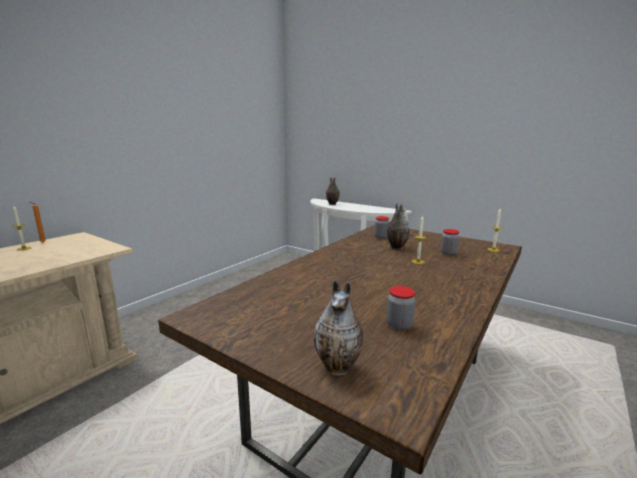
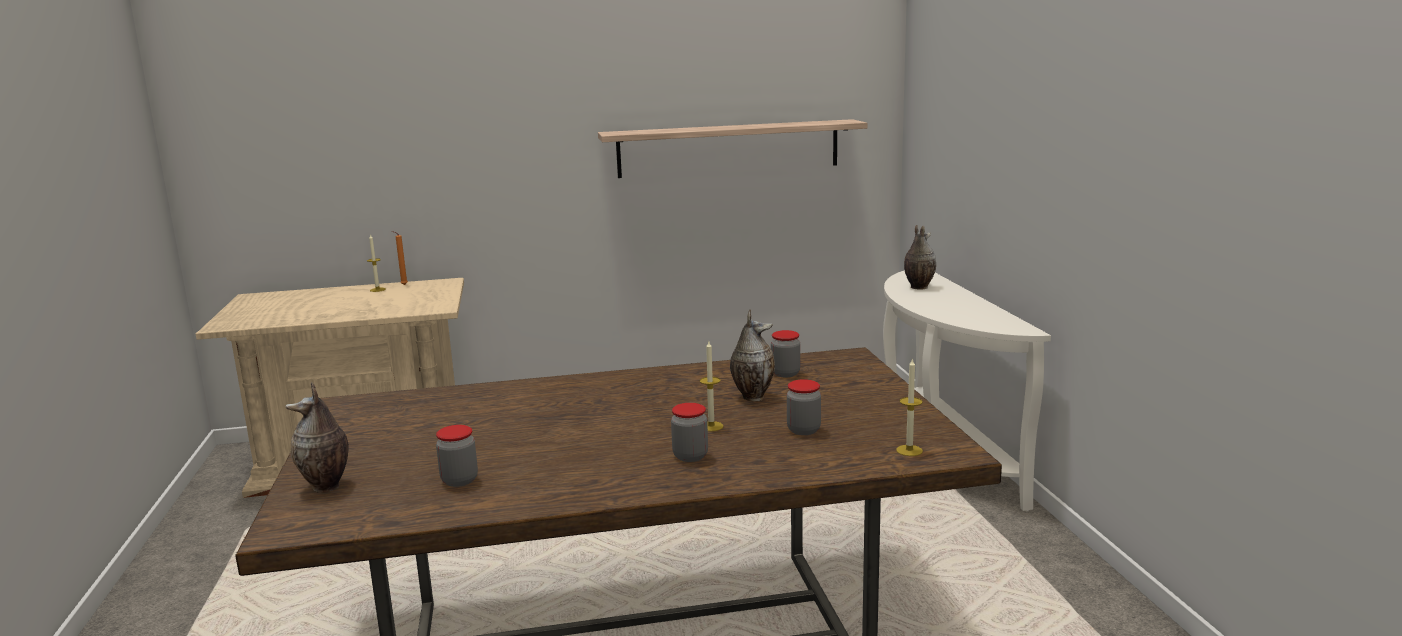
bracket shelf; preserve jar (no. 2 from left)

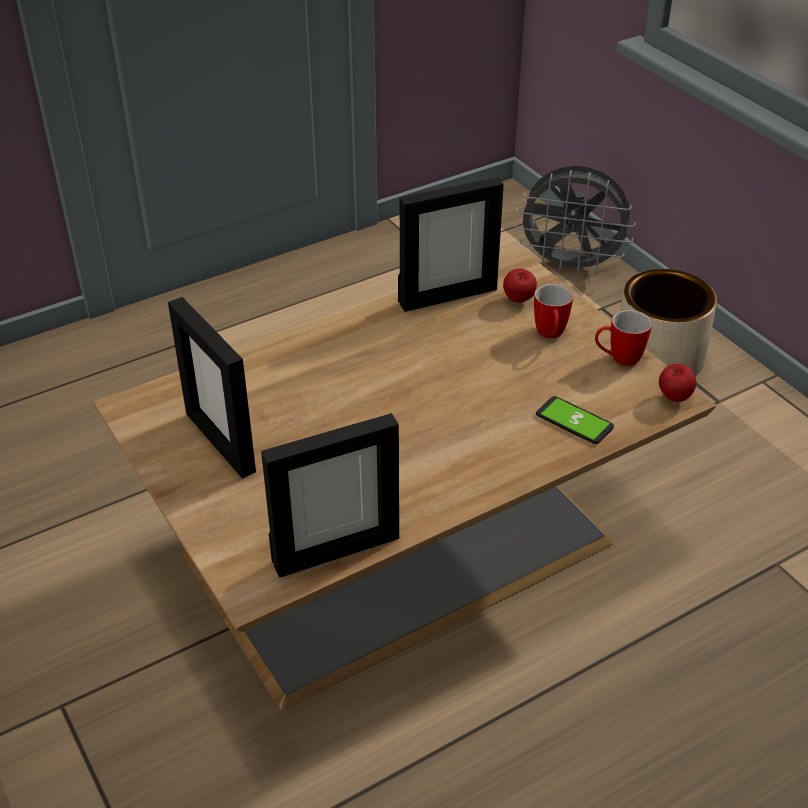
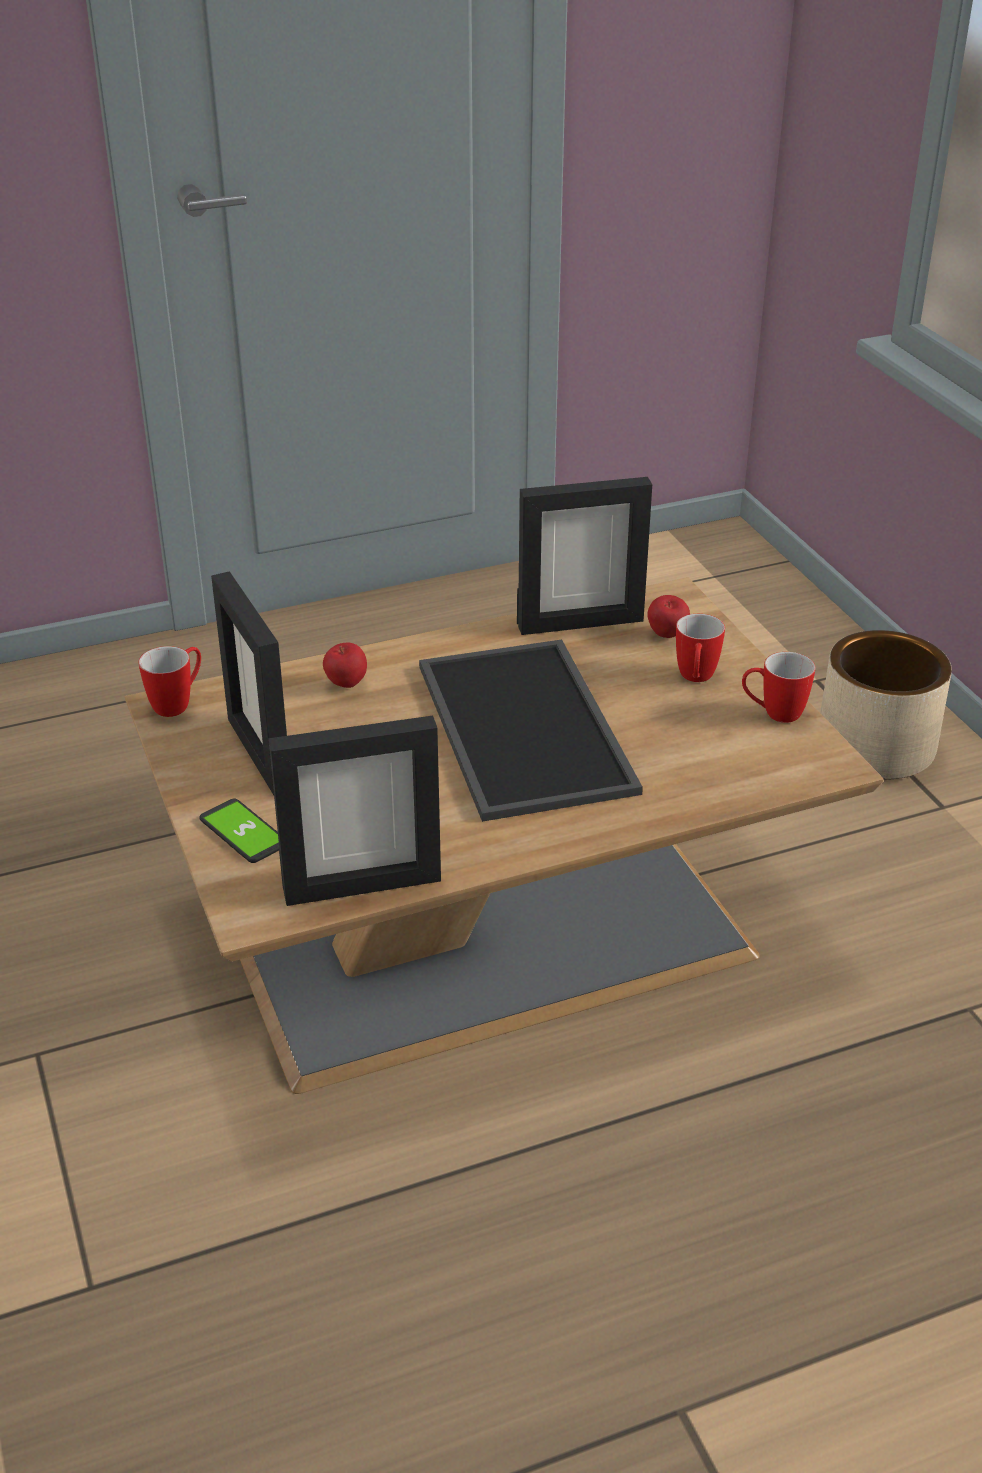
mug (no. 1 from left); telephone; apple (no. 1 from left); serving tray; electric fan in gray

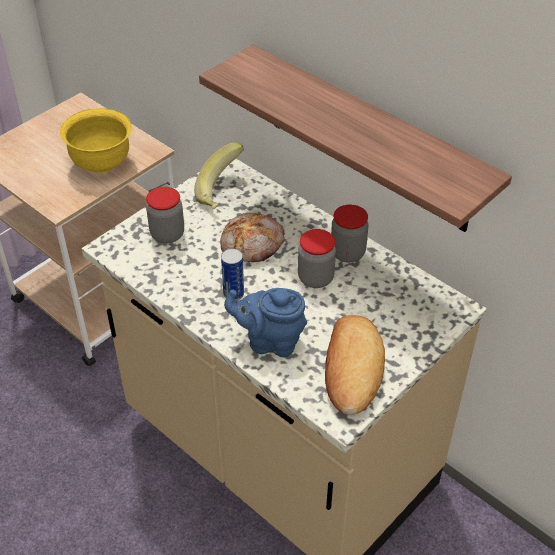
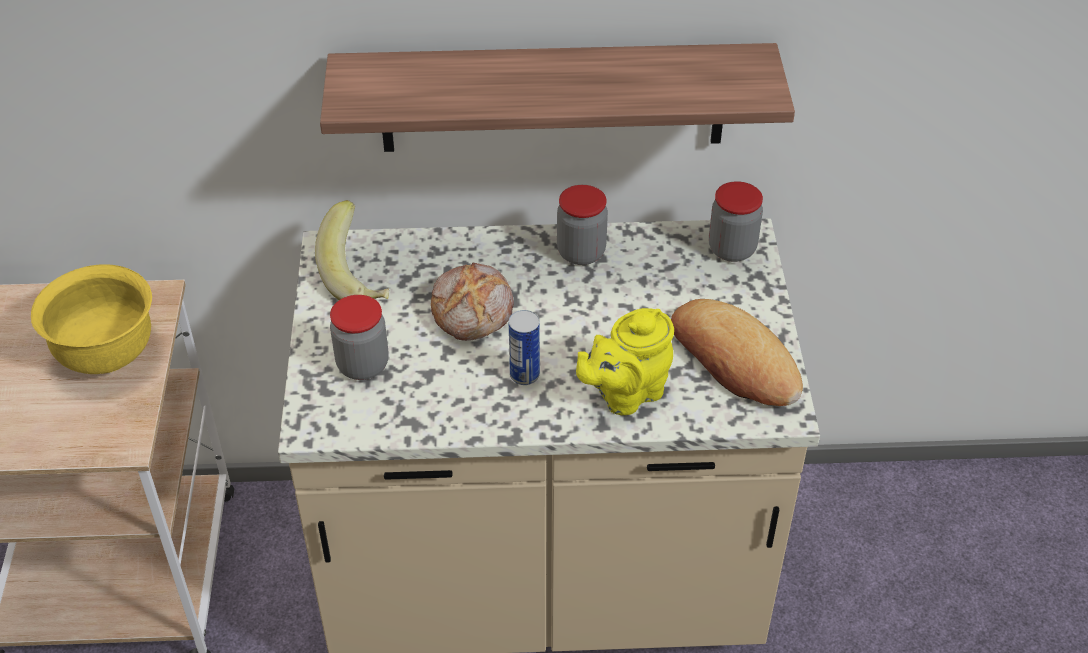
pot for tea in yellowish; preserve jar (no. 3 from left)

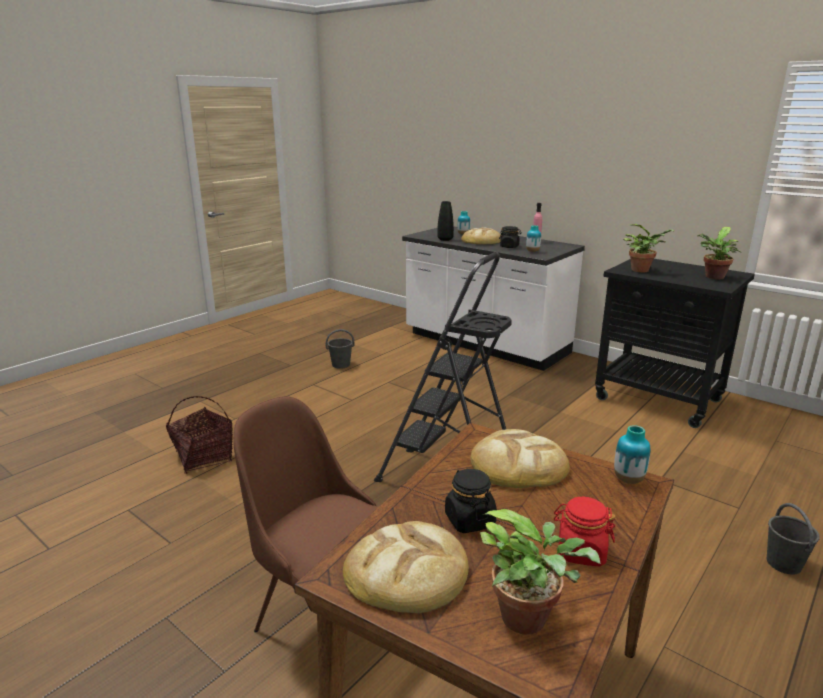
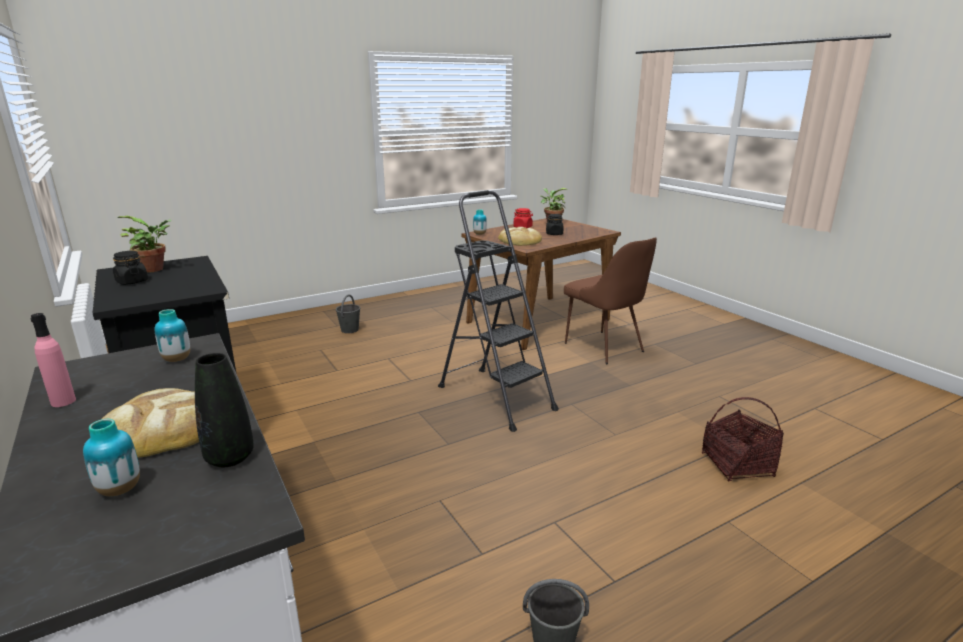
preserve jar in black (no. 1 from left); baked bread (no. 1 from left in the first image); plant in a pot (no. 2 from left in the first image)

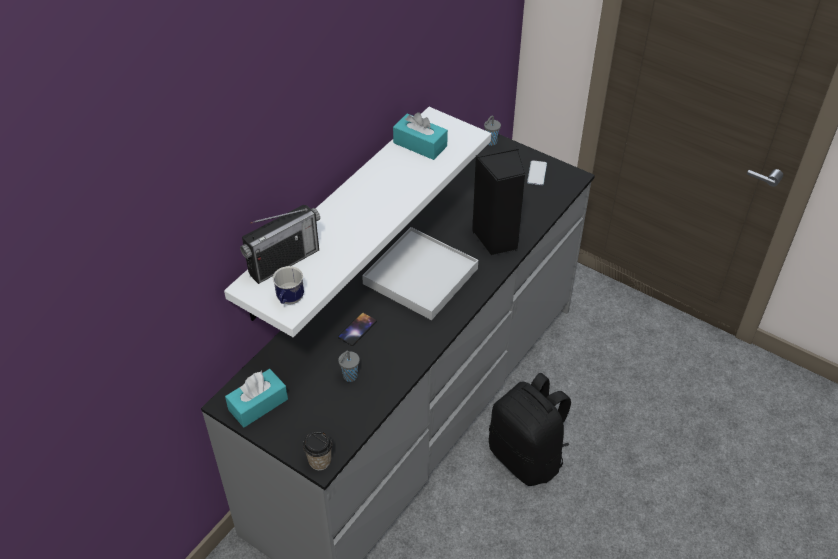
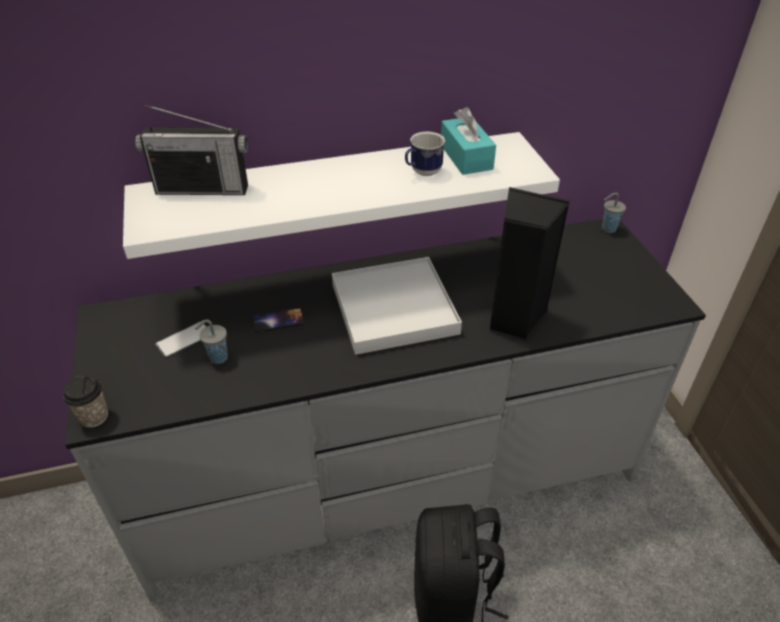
telephone (no. 1 from left); mug; box of tissues in turquoise-coloured (no. 1 from left in the first image)

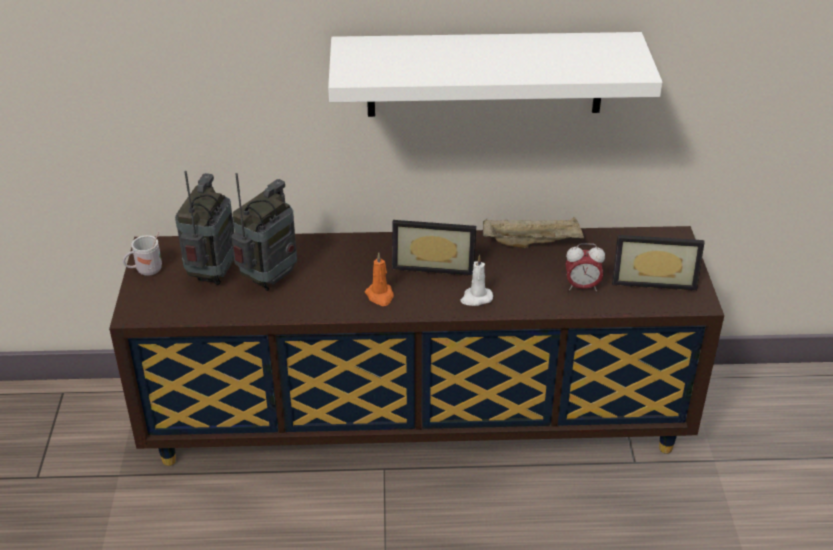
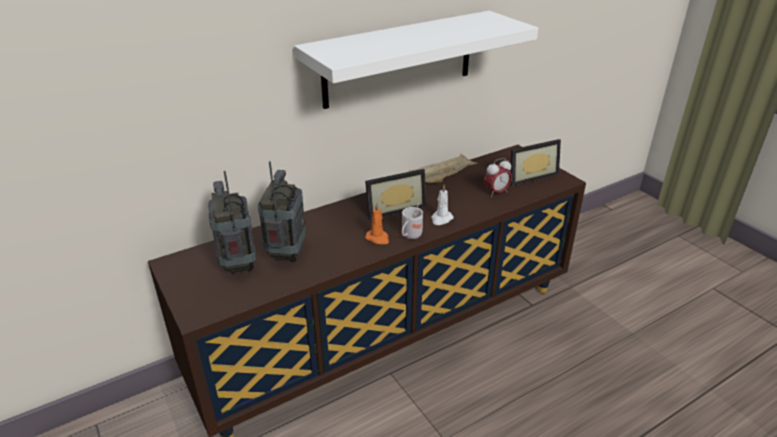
mug in whitish

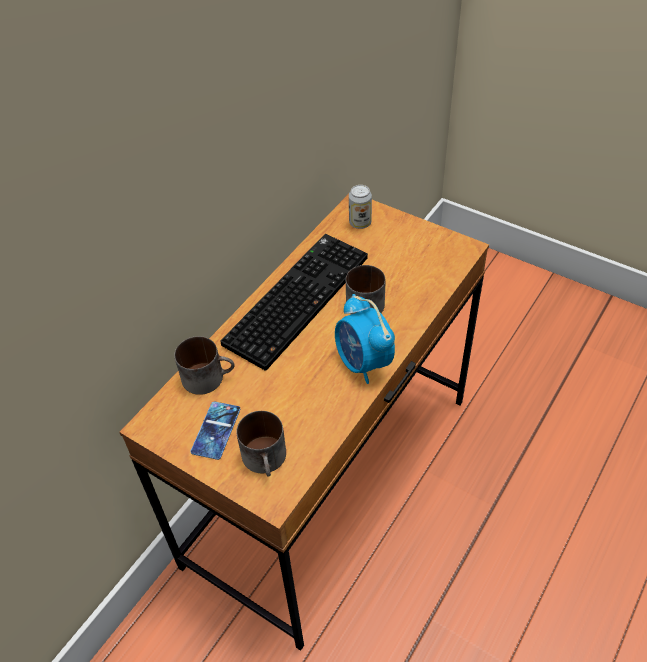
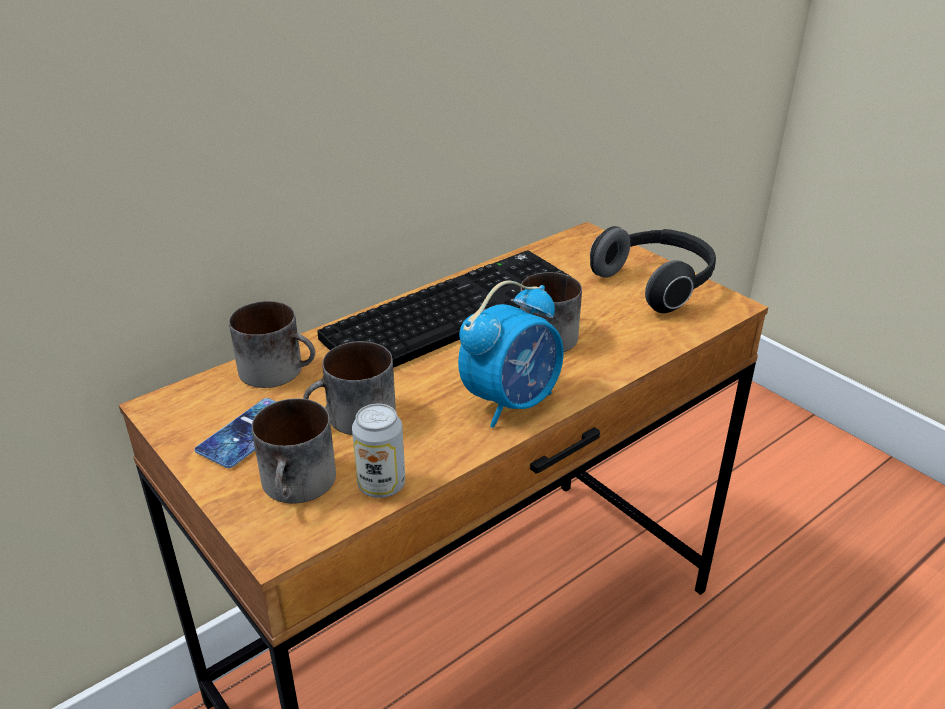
mug (no. 3 from left); sealed can; table clock; headphones

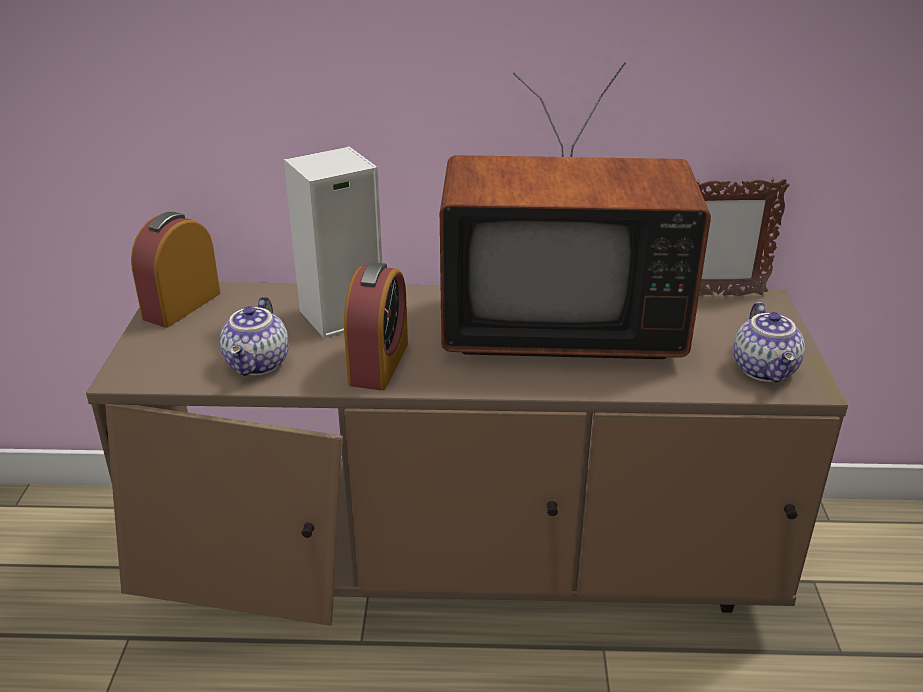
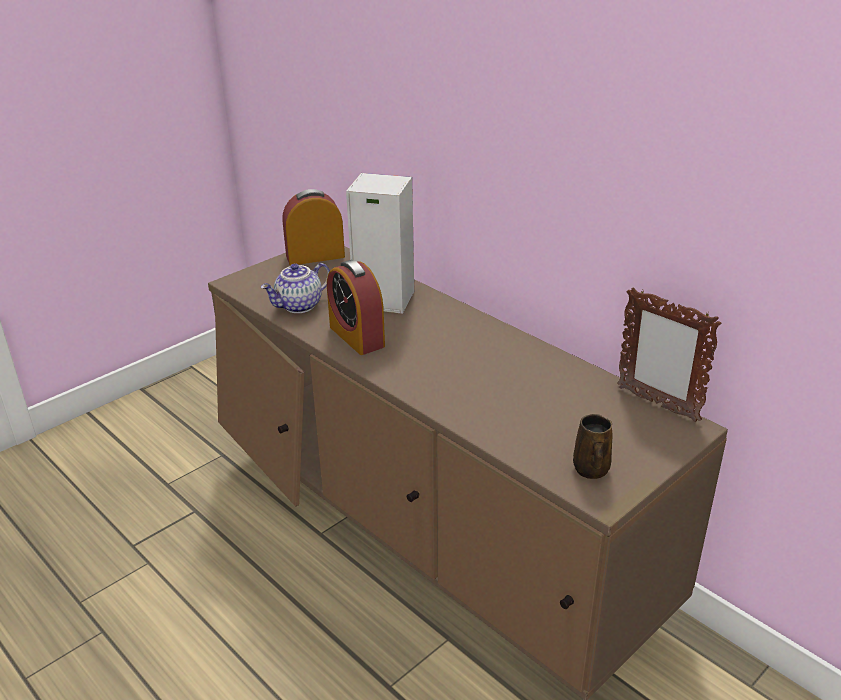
table clock (no. 2 from left); mug in brownish; television

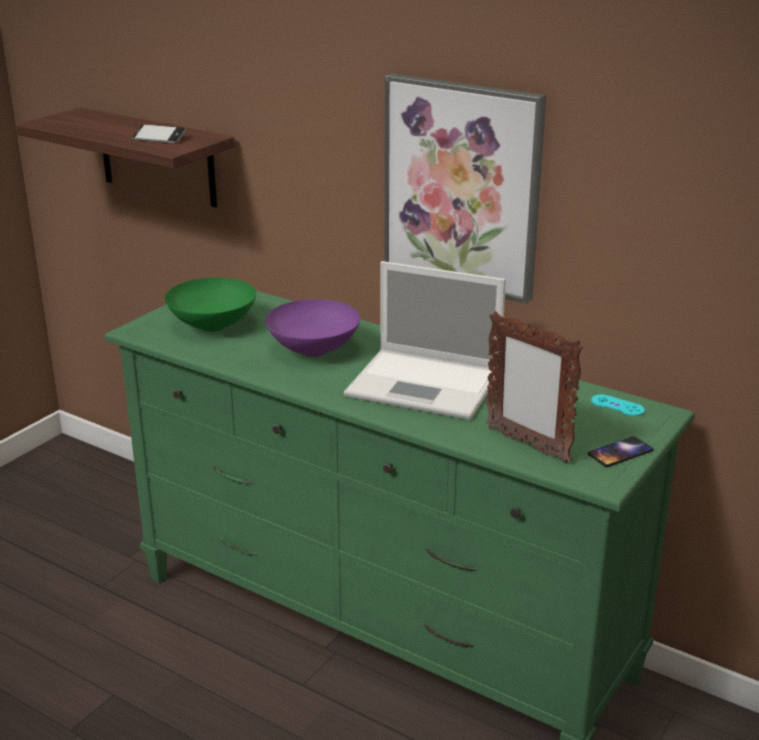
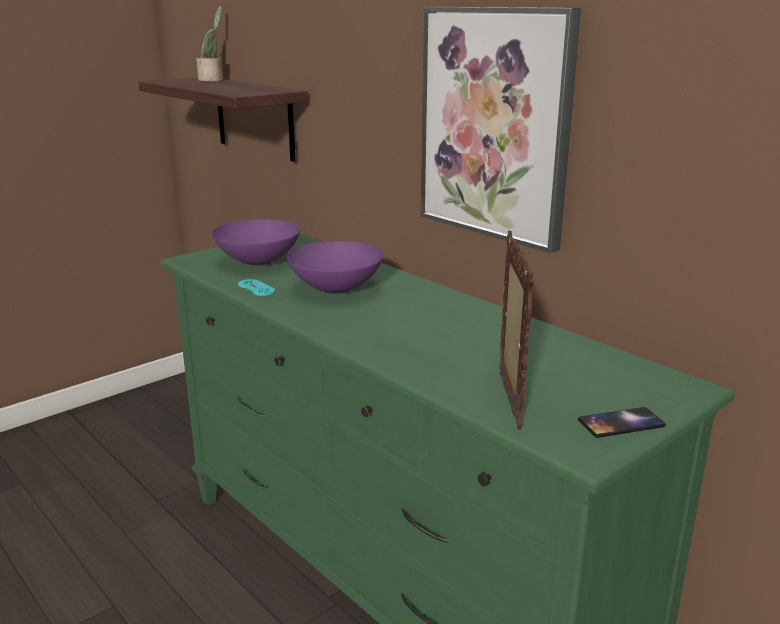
plant in a pot; bowl in purple (no. 1 from left); gamepad in turquoise-coloured; standing frame; telephone (no. 1 from left in the first image); portable computer

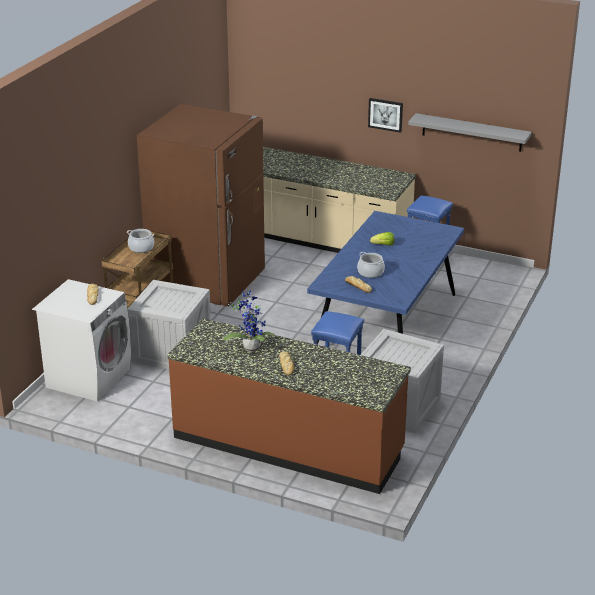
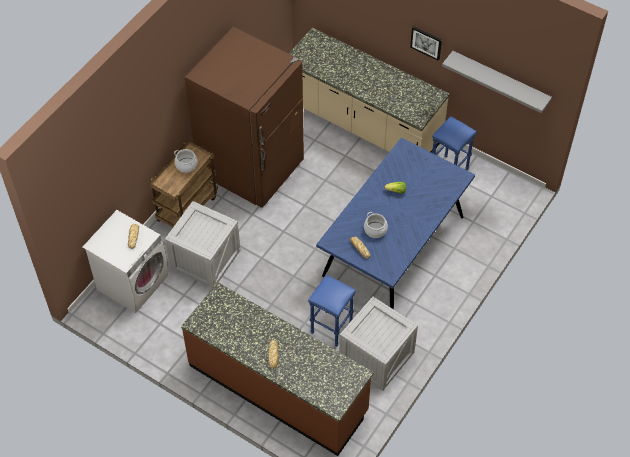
plant in a pot

